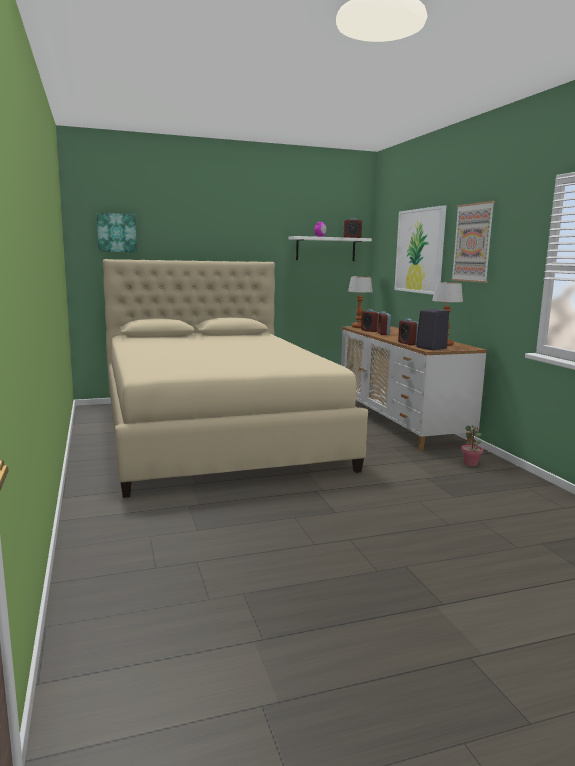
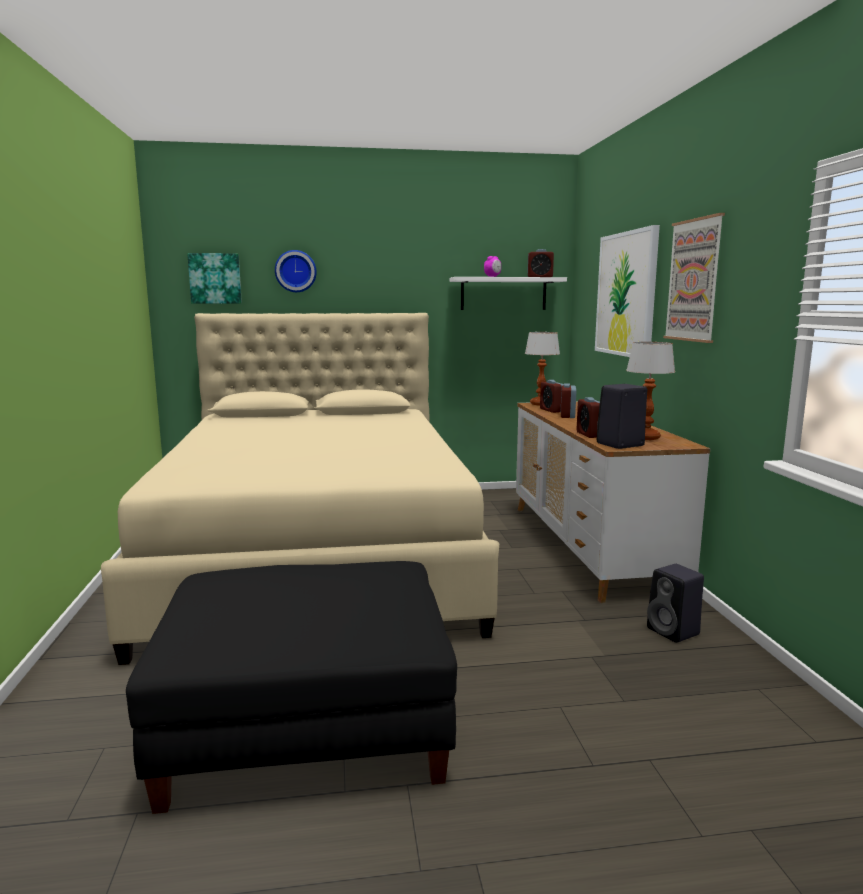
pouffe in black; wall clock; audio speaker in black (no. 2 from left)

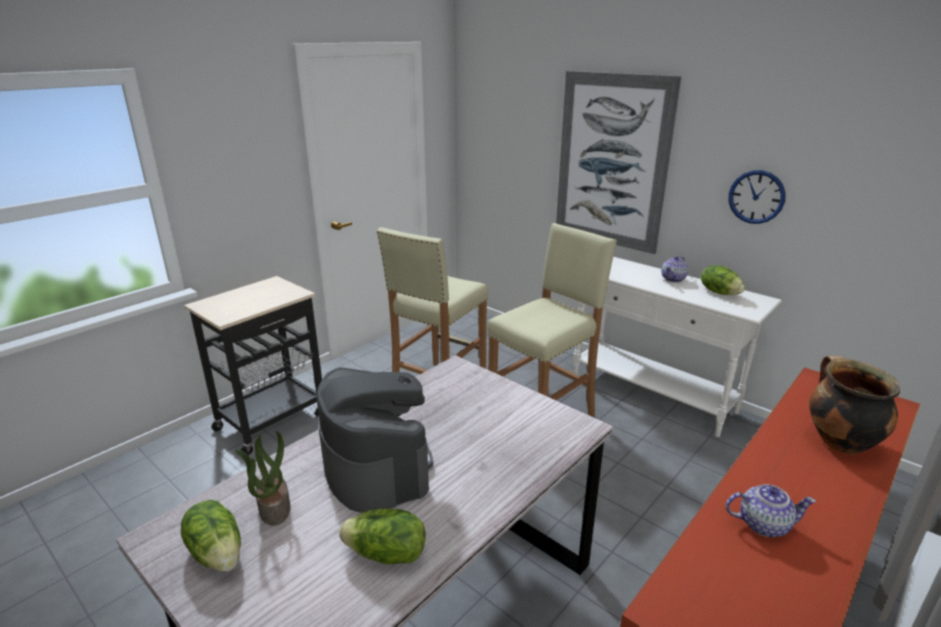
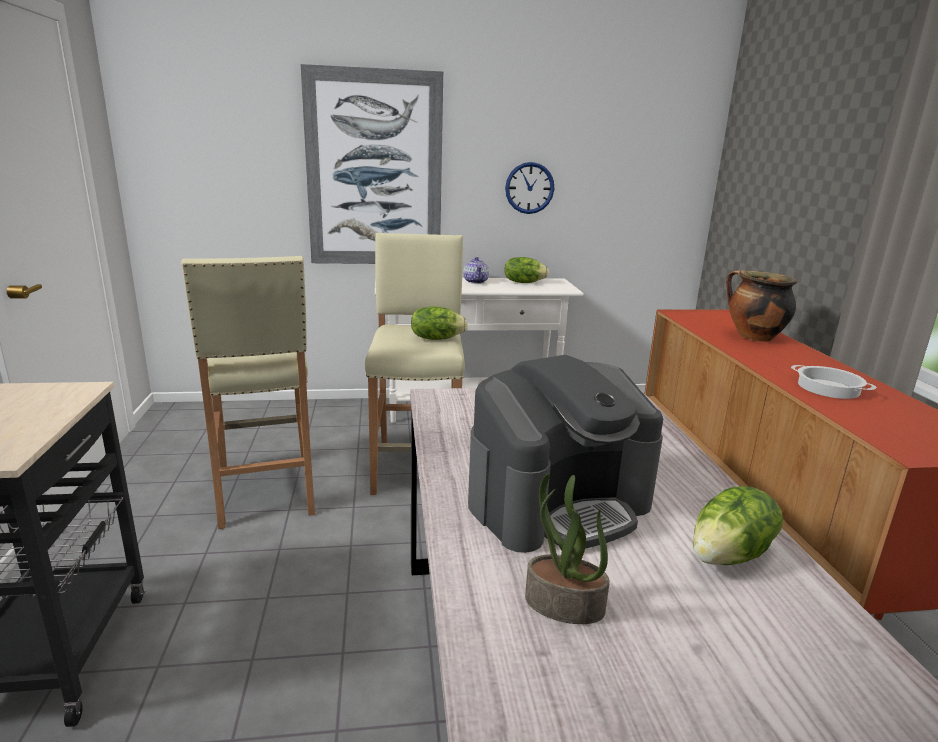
lettuce head (no. 1 from left); coffee maker; stockpot (no. 2 from left)

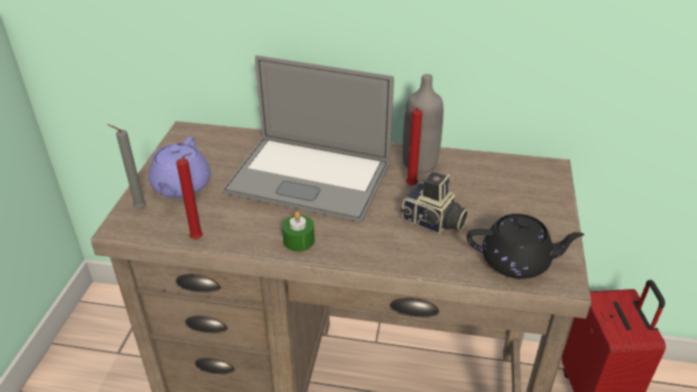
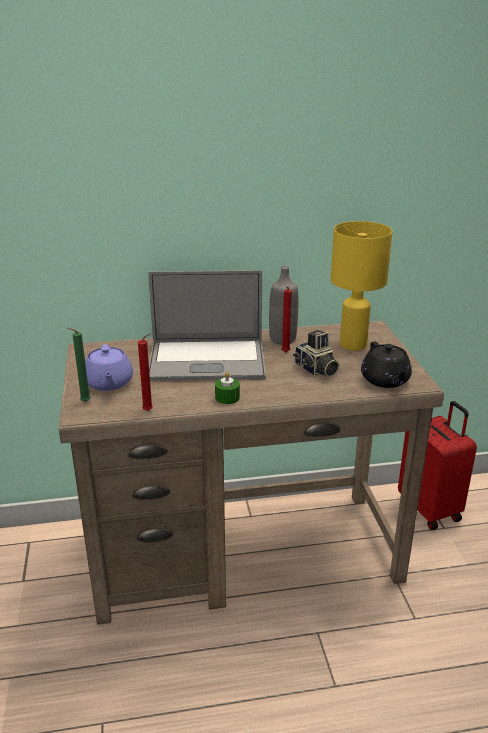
candle in green (no. 1 from left); still camera; lamp for a table in yellowish; pot for tea in black

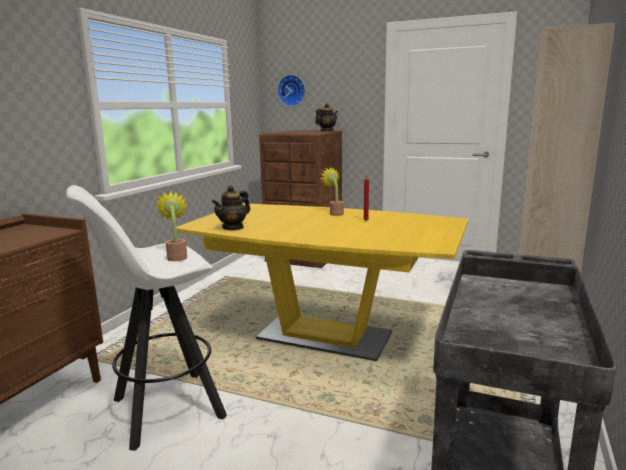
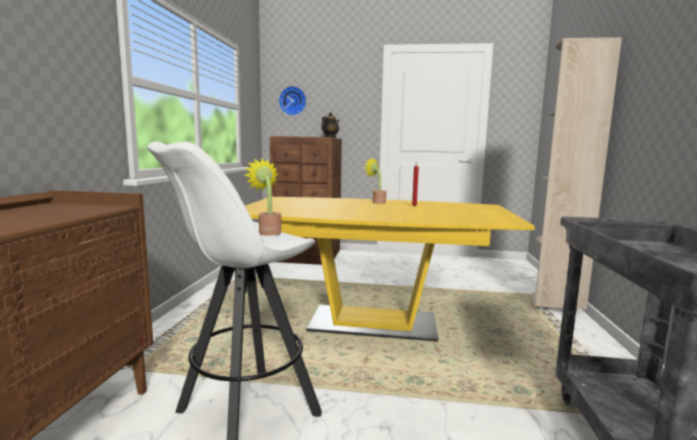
pot for tea (no. 1 from left in the first image)

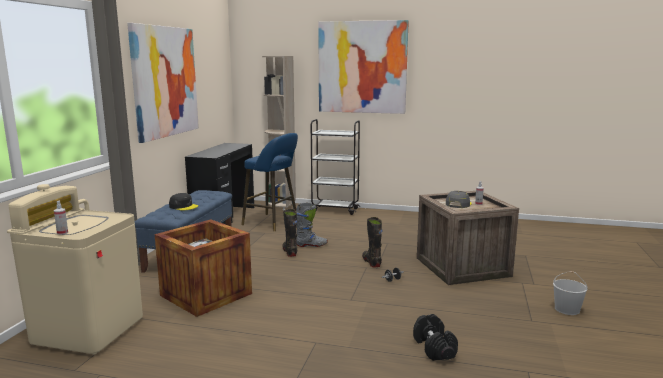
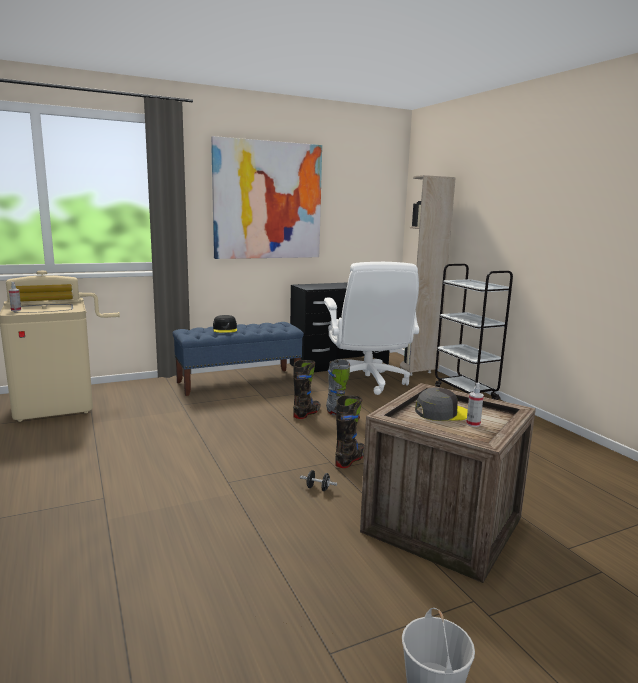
computer chair in whitish; crate (no. 1 from left in the first image); wall picture (no. 2 from left in the first image); hand weight in black (no. 2 from left in the first image)

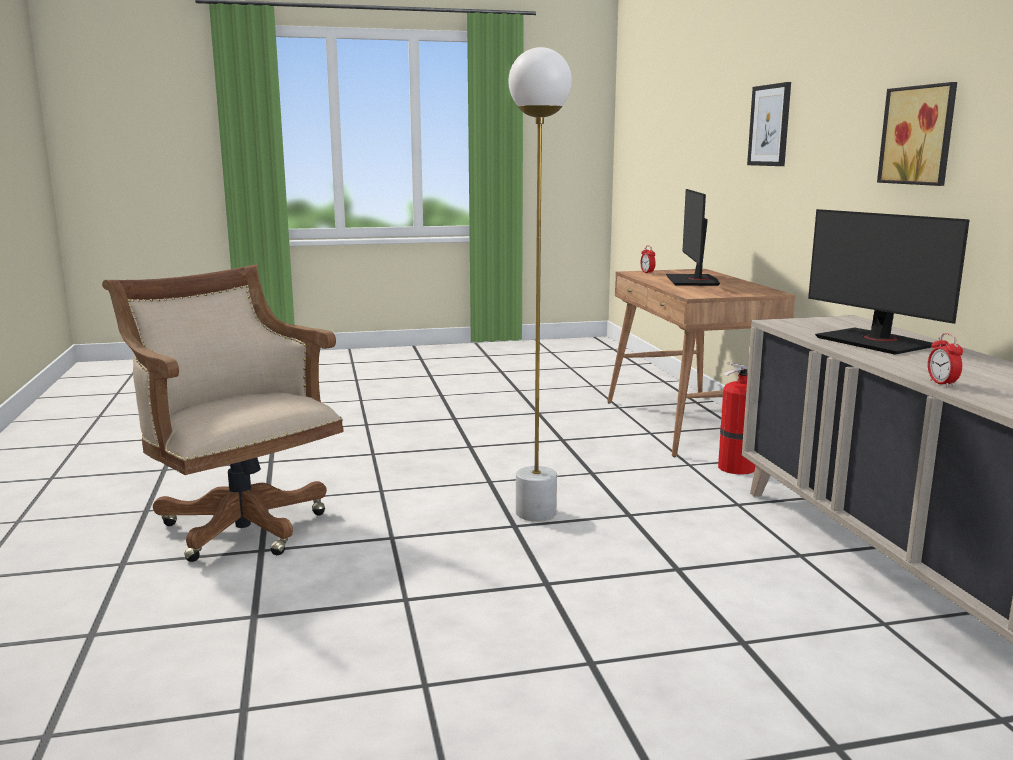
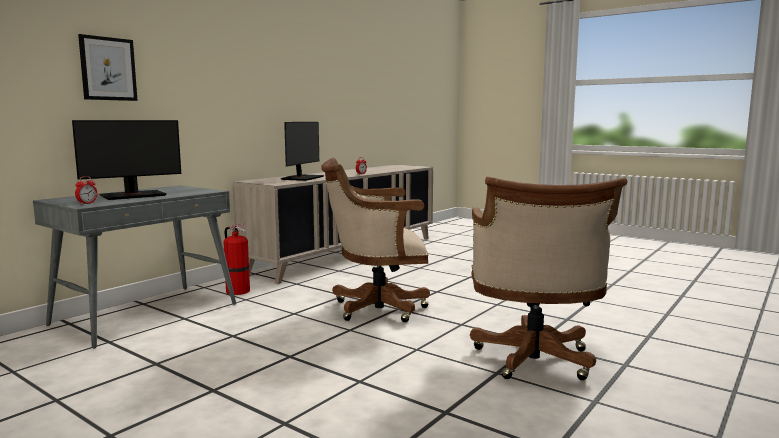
desk table in gray; computer chair (no. 1 from left); wall picture (no. 2 from left in the first image)

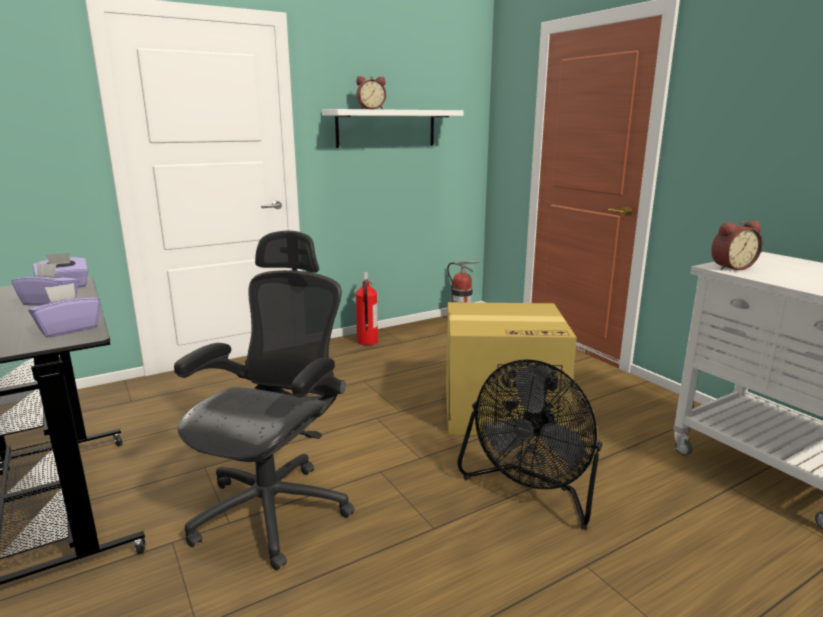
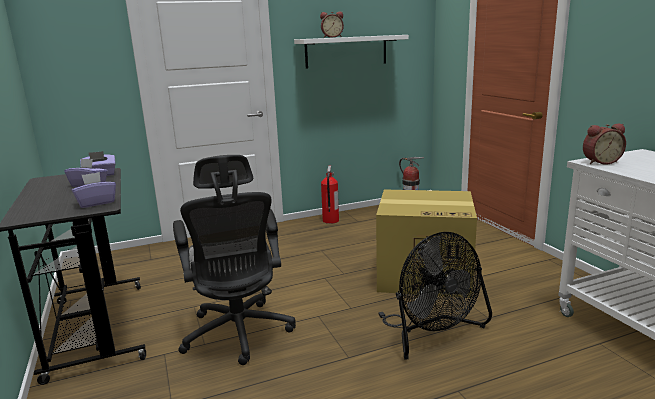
computer chair; electric fan in black

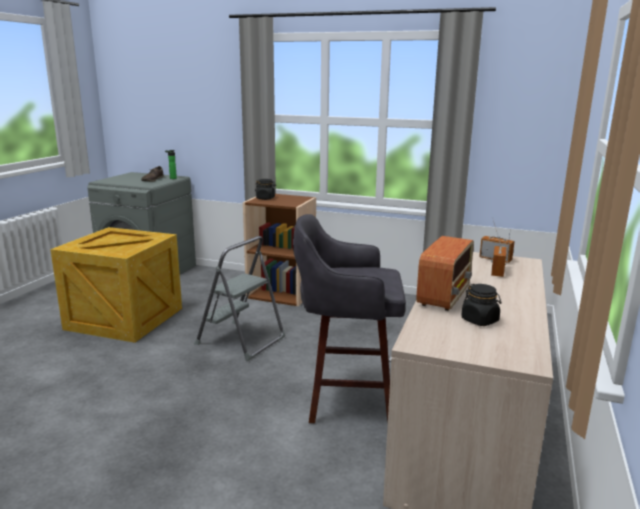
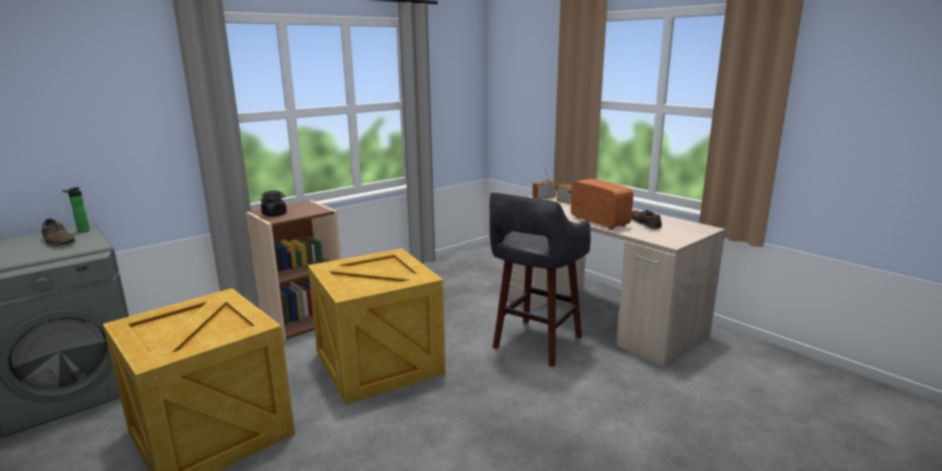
crate (no. 2 from left); item of footwear in brownish (no. 2 from left)

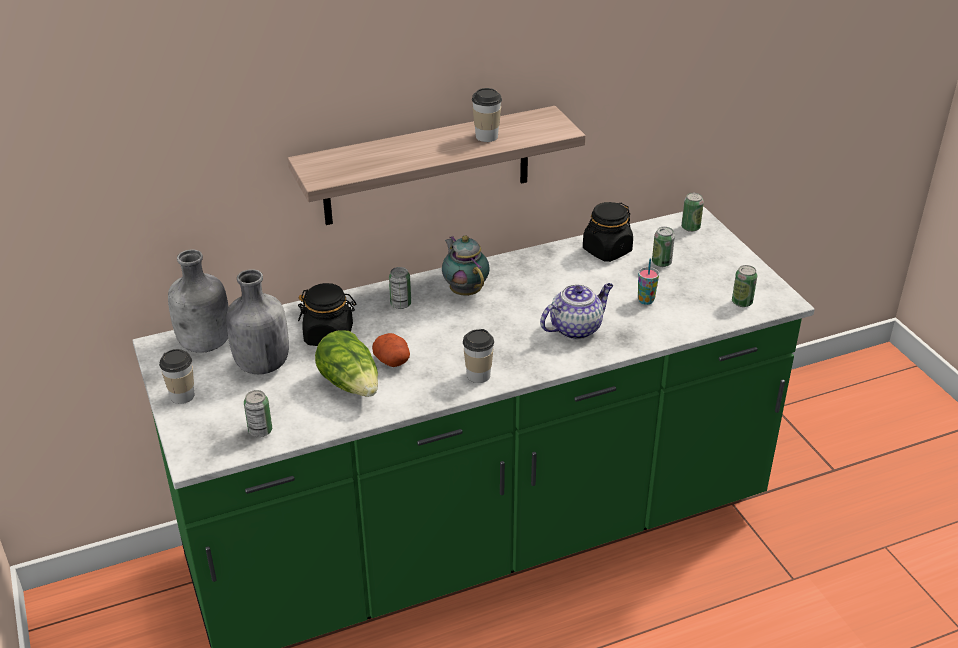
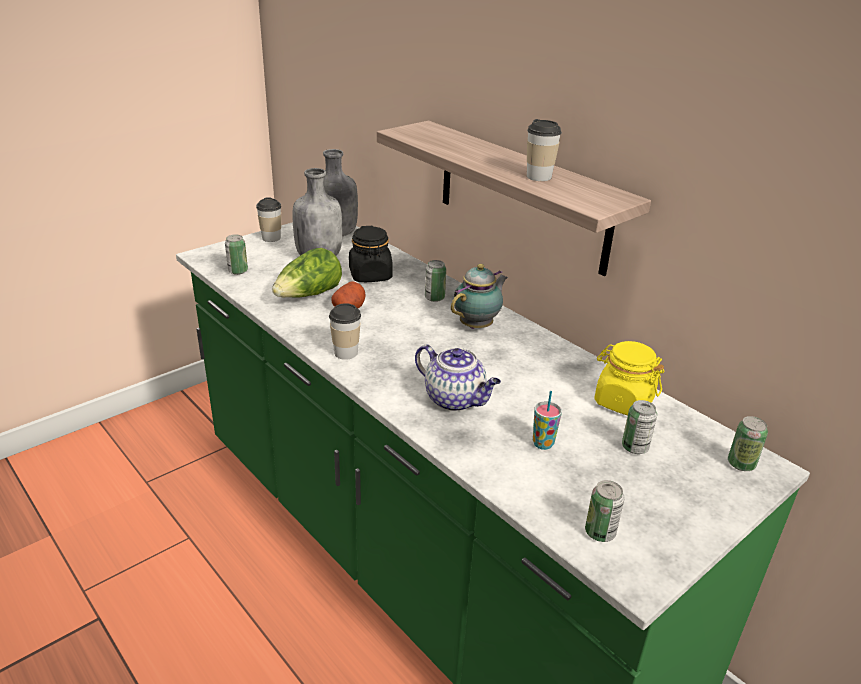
preserve jar in yellowish

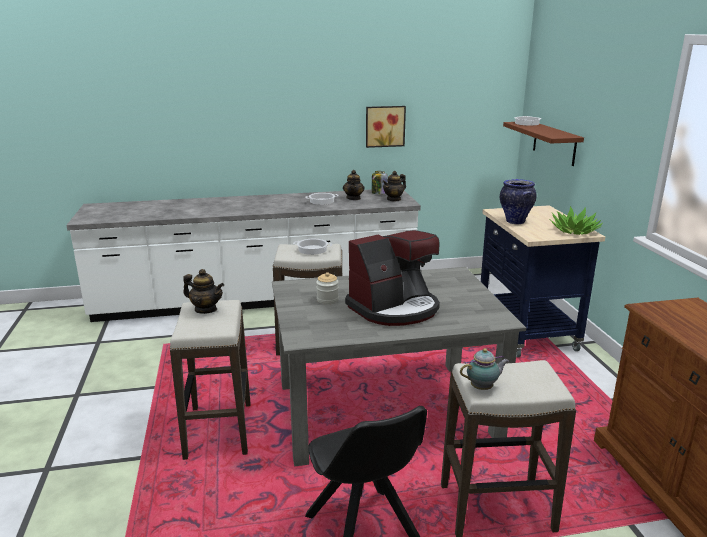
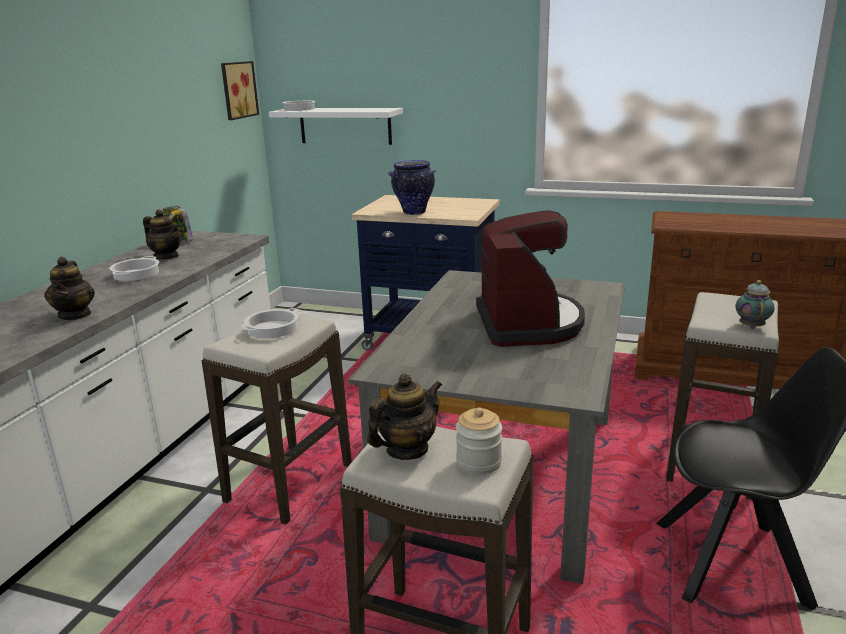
pot for tea (no. 1 from left); wall picture; bracket shelf in whitish; preserve jar (no. 2 from left); plant in a pot

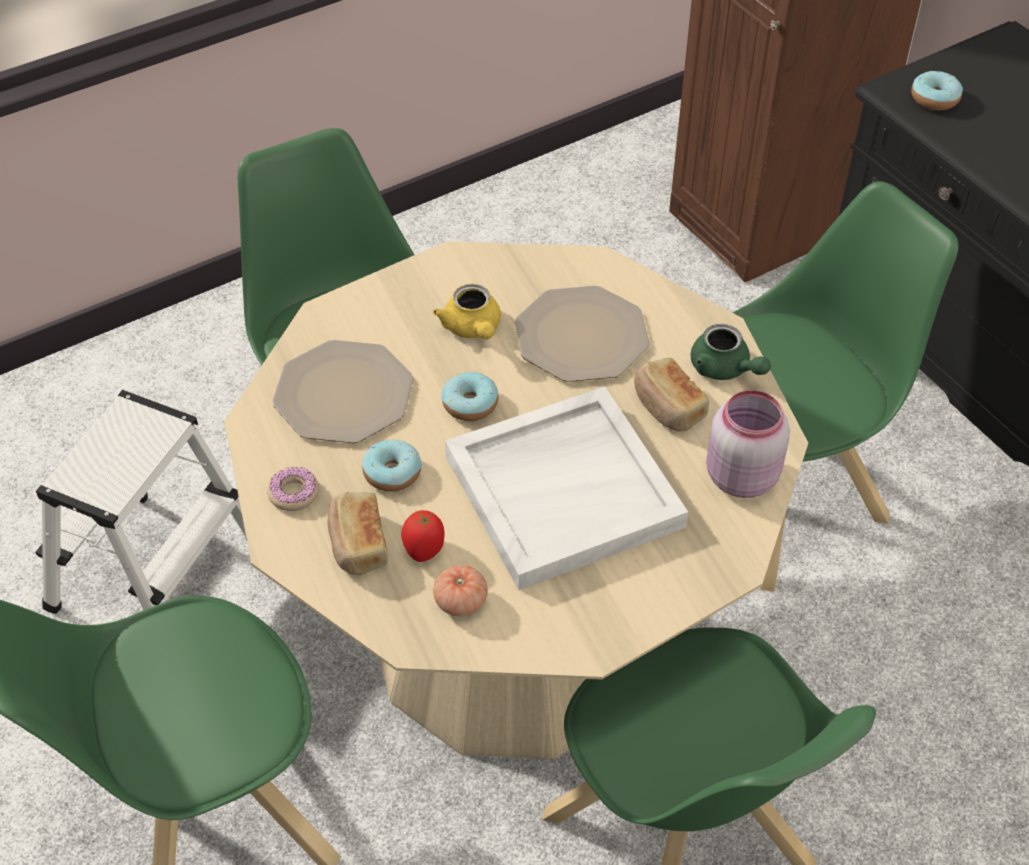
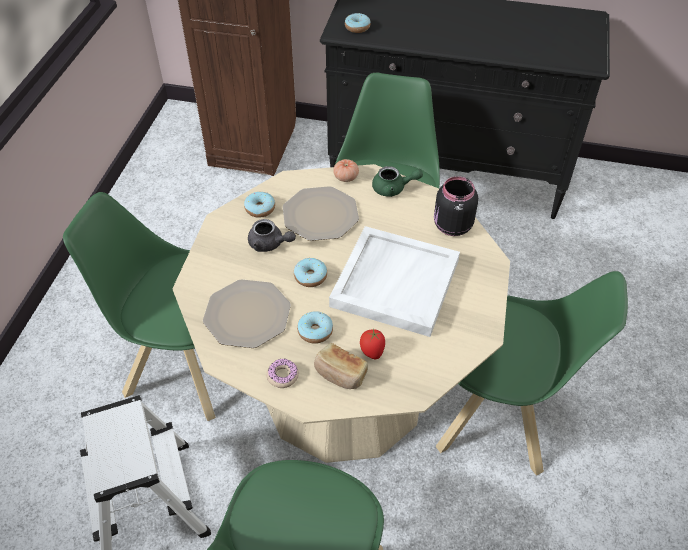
doughnut (no. 1 from left); pot for tea in gray; tomato (no. 1 from left); preserve jar in black; baked bread (no. 2 from left in the first image)

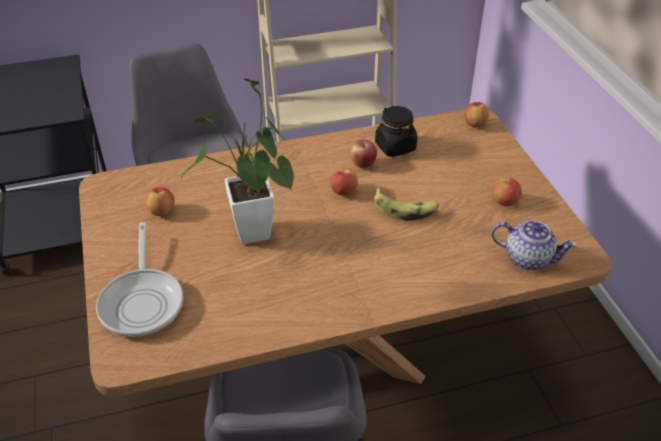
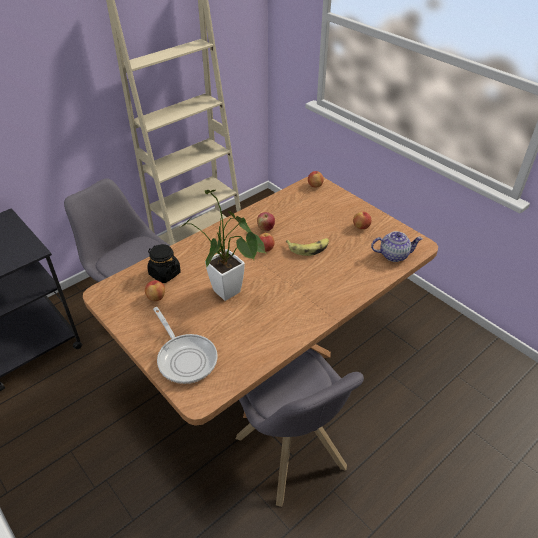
preserve jar in black

